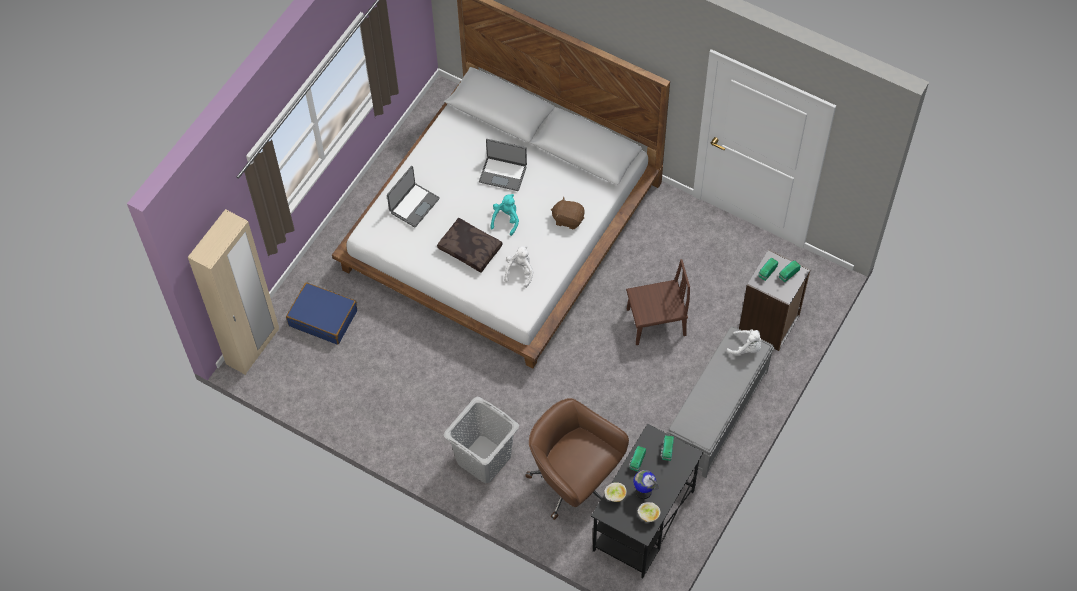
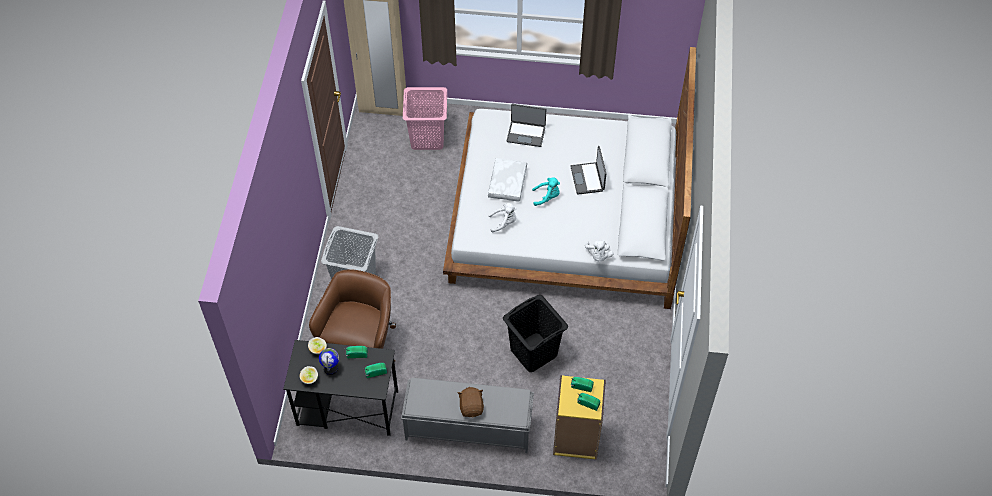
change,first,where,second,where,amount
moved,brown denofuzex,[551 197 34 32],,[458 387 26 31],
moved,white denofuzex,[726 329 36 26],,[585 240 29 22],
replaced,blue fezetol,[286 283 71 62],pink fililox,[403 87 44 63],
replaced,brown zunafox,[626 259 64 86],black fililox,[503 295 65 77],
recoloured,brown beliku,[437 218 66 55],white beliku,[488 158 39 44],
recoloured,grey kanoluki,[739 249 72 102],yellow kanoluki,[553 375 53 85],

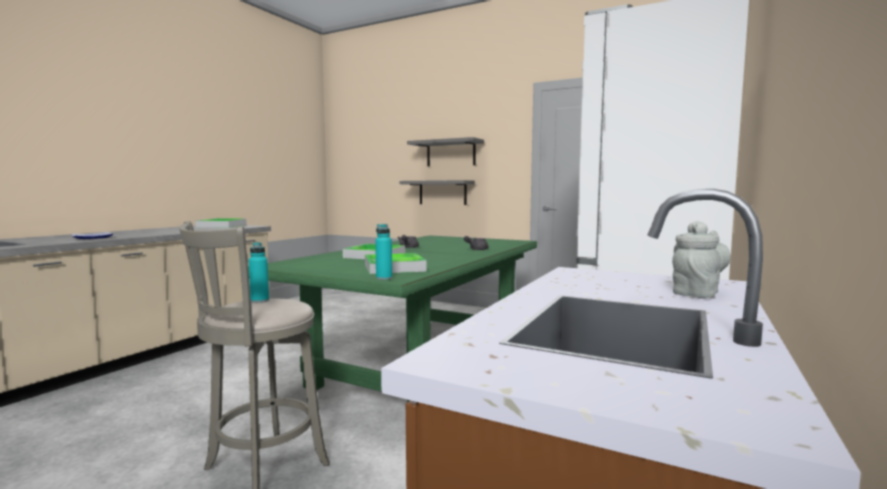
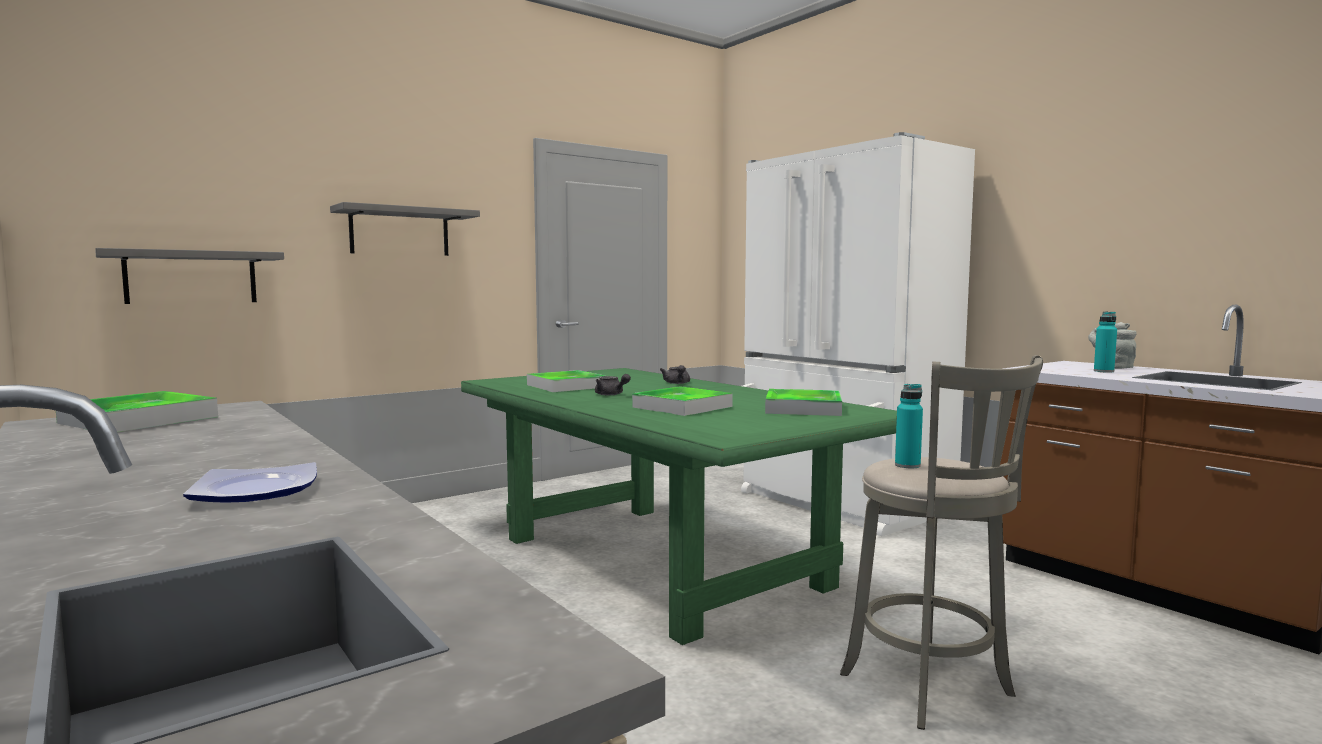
change,first,where,second,where,amount
added,,,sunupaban,[527 370 78 22],
moved,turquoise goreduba,[375 224 17 56],,[1094 311 23 62],
moved,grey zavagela,[400 180 75 25],,[95 248 189 56],

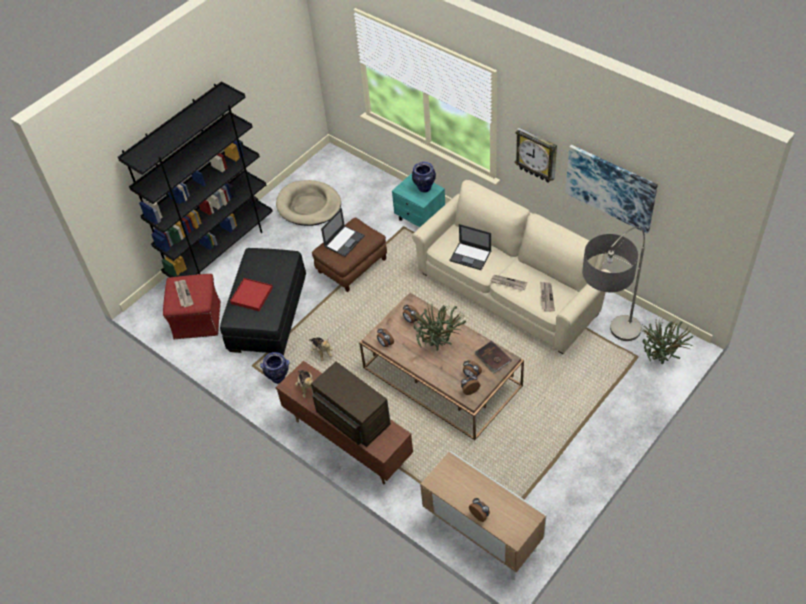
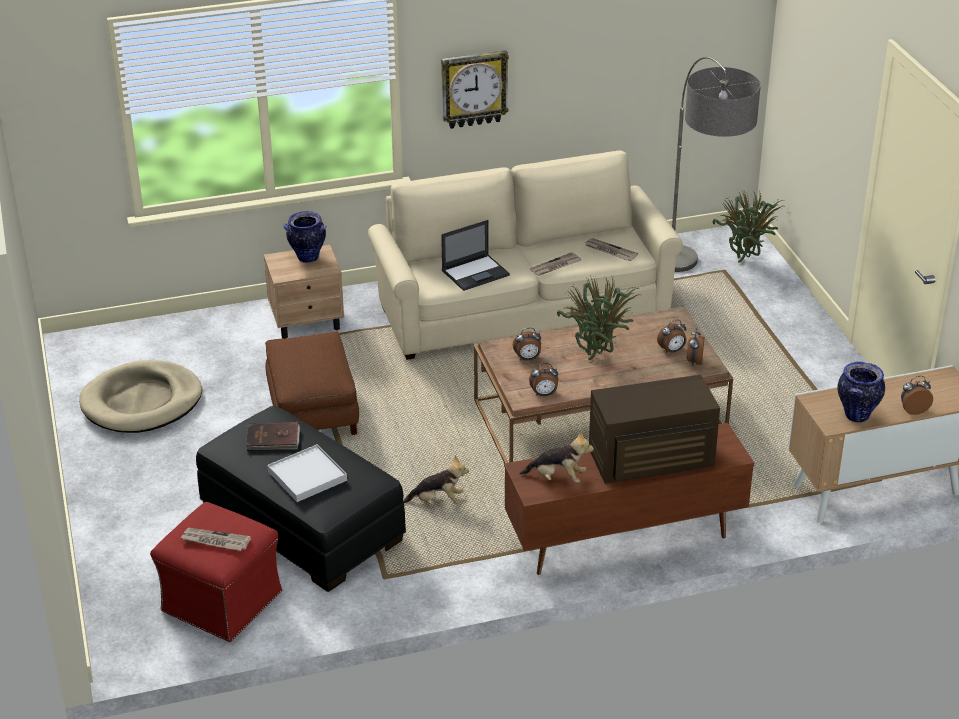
change,first,where,second,where,amount
removed,black kanoluki,[118 81 155 196],,,
removed,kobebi,[321 208 44 49],,,
removed,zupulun,[565 145 93 88],,,
moved,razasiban,[260 352 29 31],,[837 362 48 61],
moved,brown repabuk,[475 341 37 33],,[246 422 54 29],
recoloured,red sunupaban,[230 278 43 33],white sunupaban,[267 445 80 57],
recoloured,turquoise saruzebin,[392 173 53 54],beige saruzebin,[264 245 80 94],

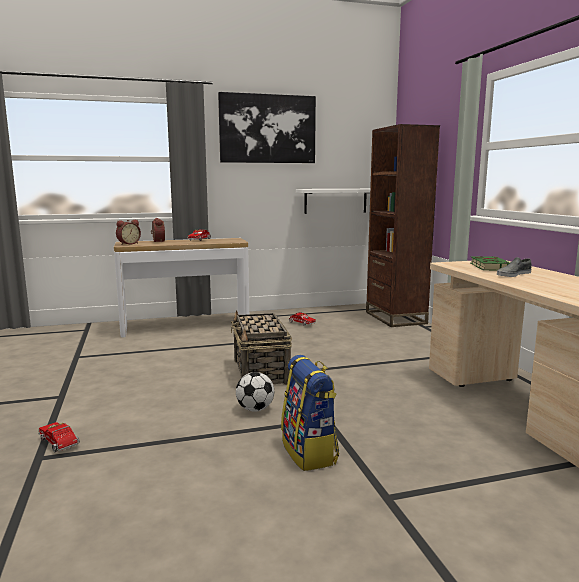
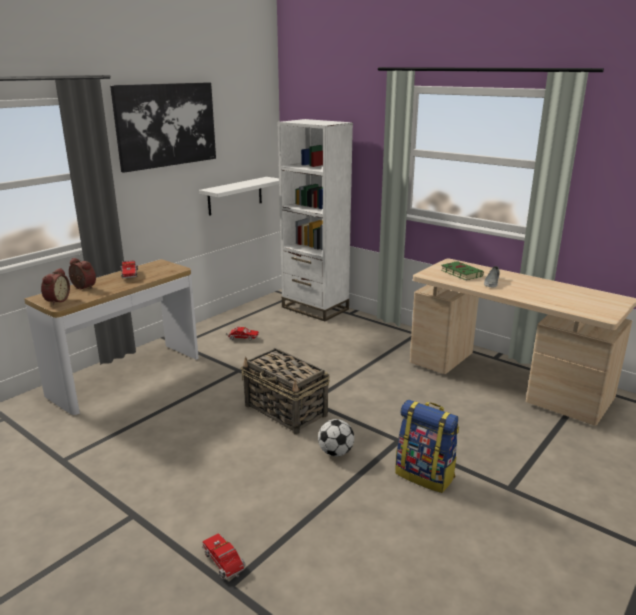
change,first,where,second,where,amount
recoloured,brown kanoluki,[366 124 74 203],white kanoluki,[278 119 75 202],
turned,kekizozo,[38 422 42 30],,[202 533 43 46],45 degrees clockwise

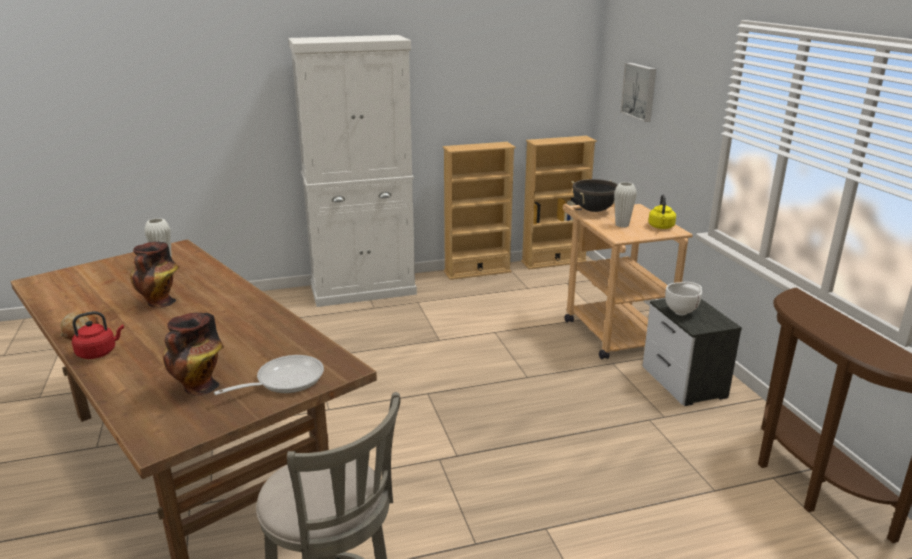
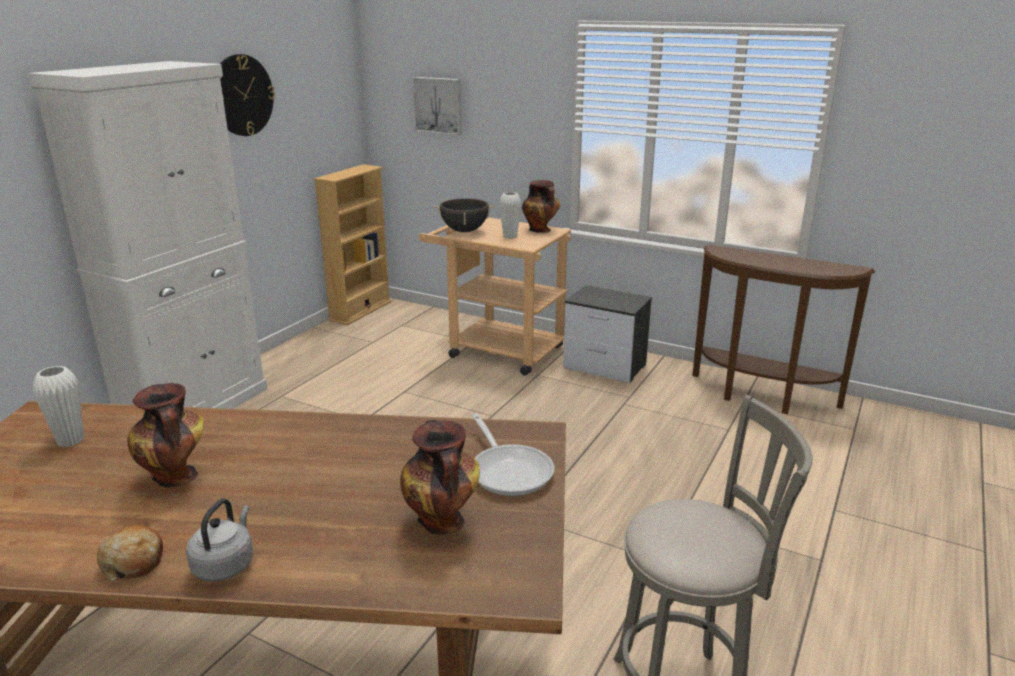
change,first,where,second,where,amount
removed,beige kanoluki,[443 142 73 138],,,
removed,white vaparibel,[665 282 37 34],,,
added,,,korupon,[220 54 55 82],
replaced,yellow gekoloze,[648 194 28 35],razasiban,[522 180 38 53],
recoloured,red gekoloze,[72 311 52 48],grey gekoloze,[186 499 67 82],
turned,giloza,[214 355 110 40],,[472 414 82 82],150 degrees clockwise

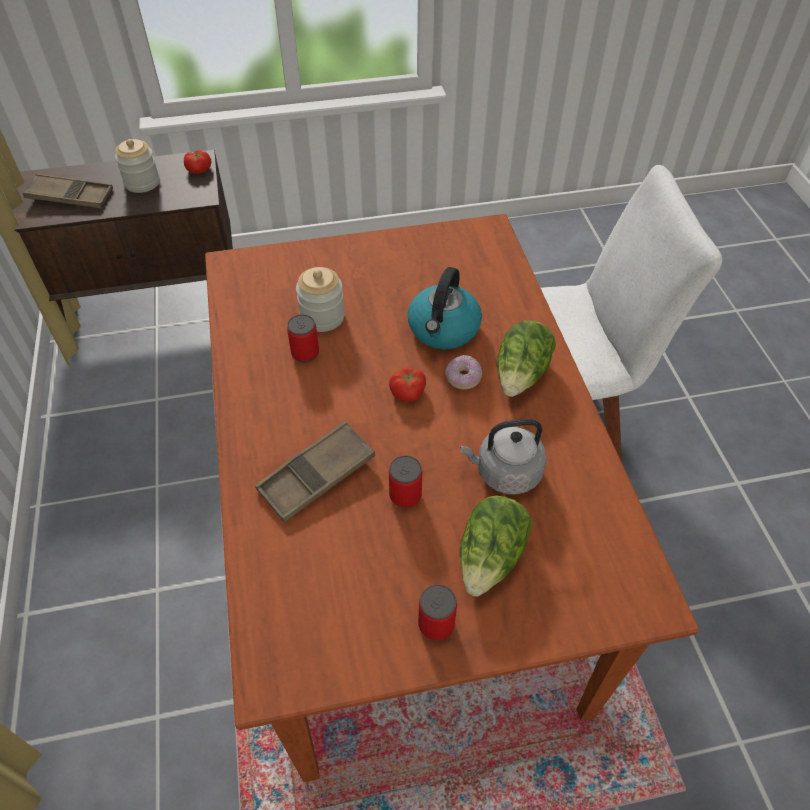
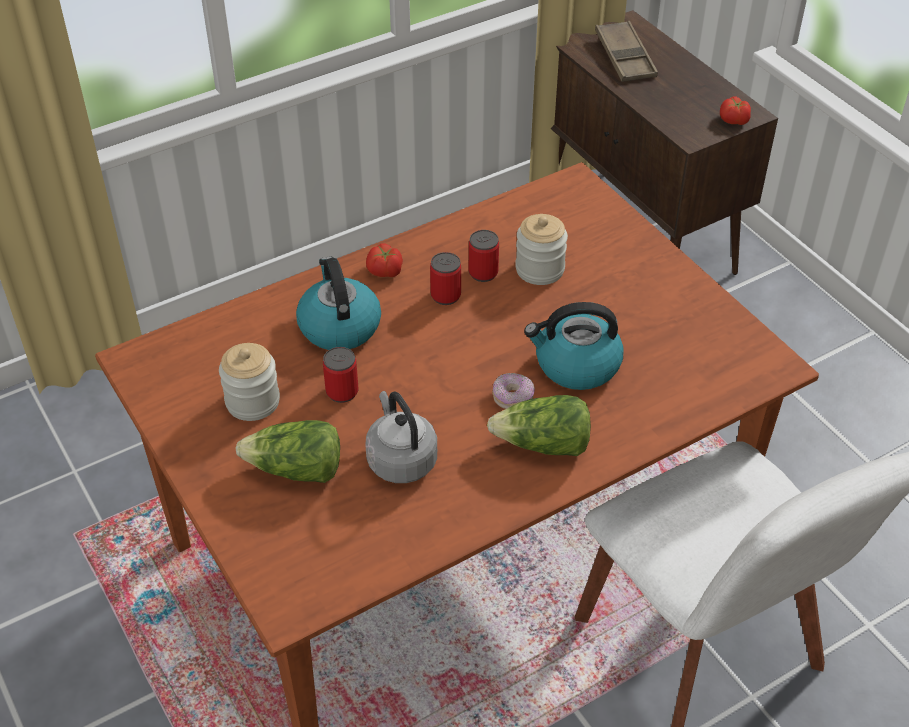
change,first,where,second,where,amount
moved,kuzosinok,[115 139 45 54],,[219 343 61 78],
moved,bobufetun,[389 367 37 35],,[366 243 37 34],
moved,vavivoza,[418 584 39 56],,[430 252 31 53],
replaced,brown sunupaban,[255 421 120 101],gekoloze,[296 257 85 93],

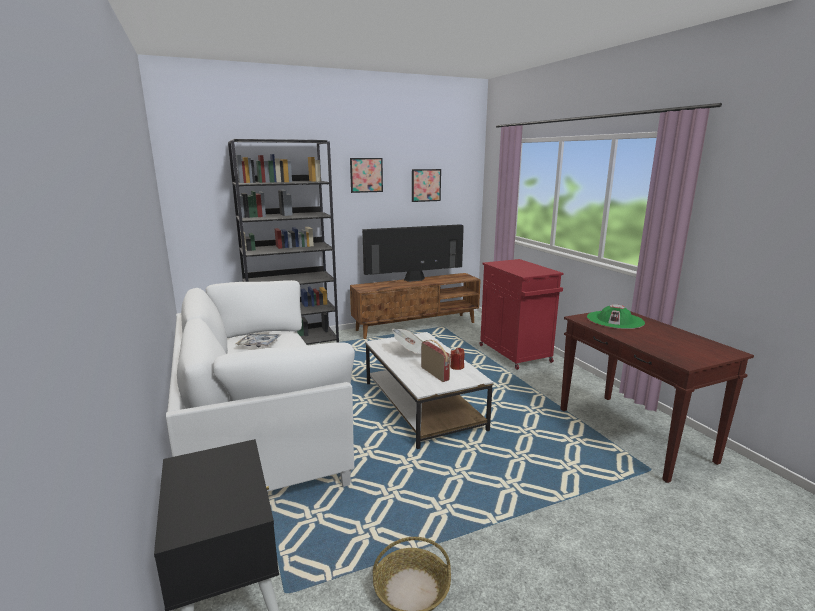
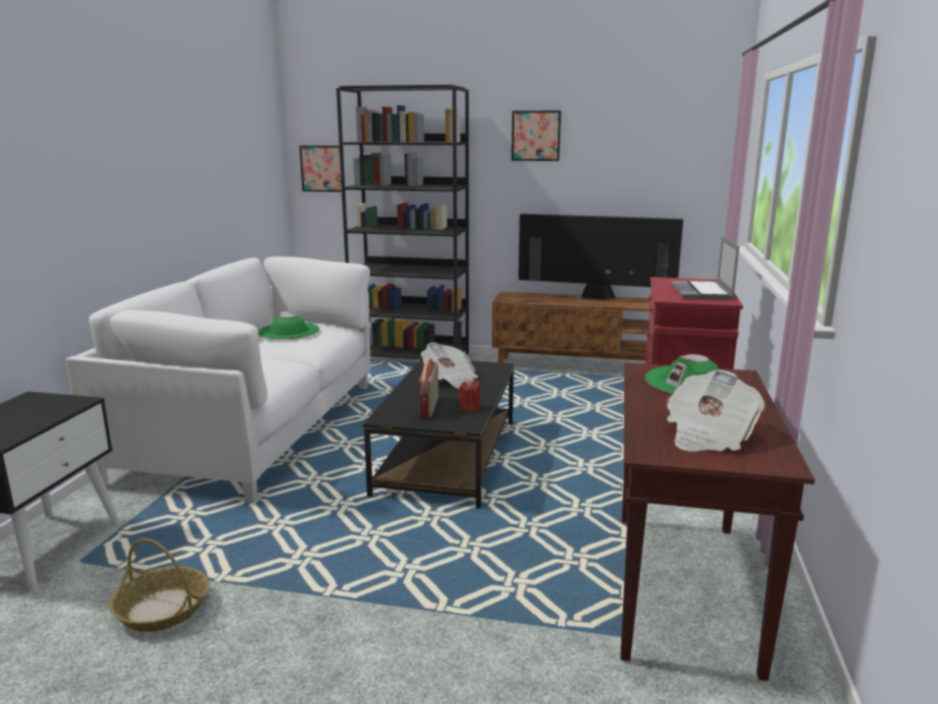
change,first,where,second,where,amount
added,,,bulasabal,[666 370 99 81],
added,,,kobebi,[671 236 68 64],
moved,zupulun,[412 169 29 33],,[299 146 43 46],
replaced,sunupaban,[236 333 45 14],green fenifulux,[258 311 62 29],
recoloured,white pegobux,[365 332 128 117],black pegobux,[363 358 151 150],

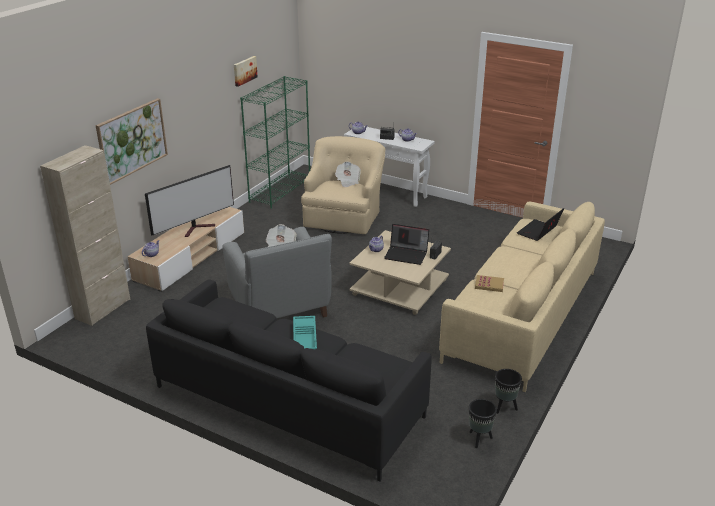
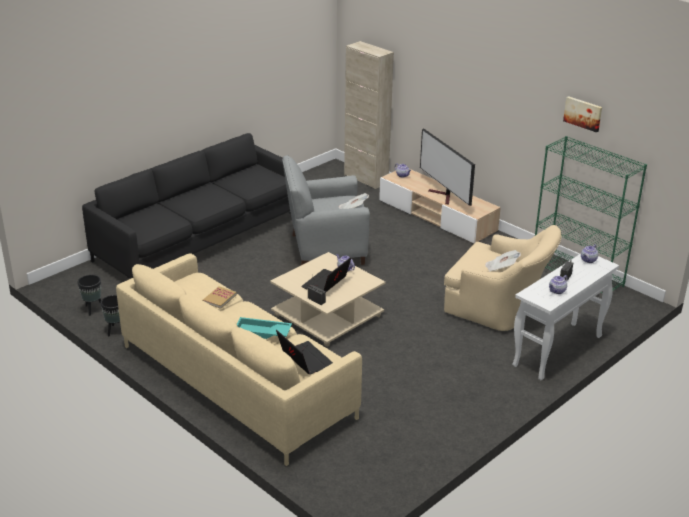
change,first,where,second,where,amount
removed,zupulun,[96 98 72 87],,,
moved,turquoise sunupaban,[293 316 24 34],,[237 317 55 22],

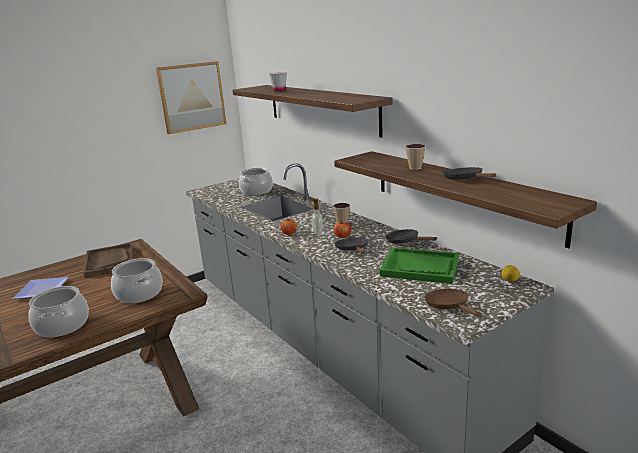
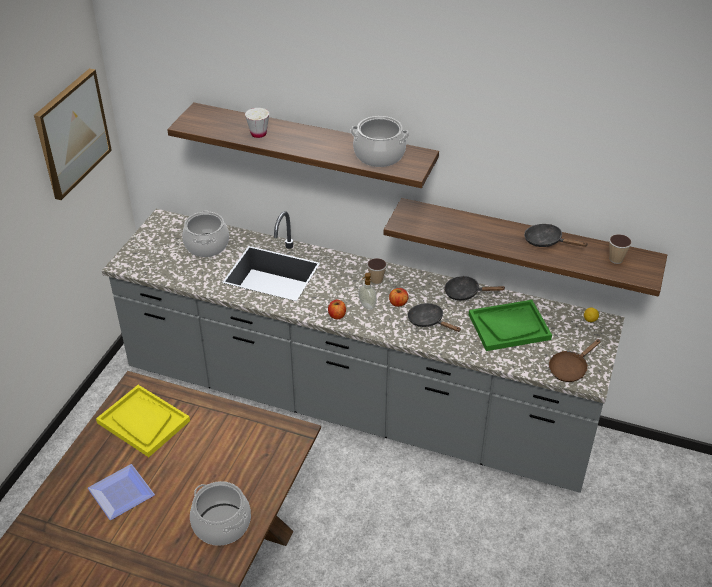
change,first,where,second,where,amount
moved,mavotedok,[111 258 52 45],,[350 116 60 51],
moved,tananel,[405 144 21 26],,[609 234 23 30],
recoloured,brown sunupaban,[84 243 50 35],yellow sunupaban,[96 385 94 72],
turned,brown giloza,[424 289 57 28],,[549 339 52 43],75 degrees counterclockwise

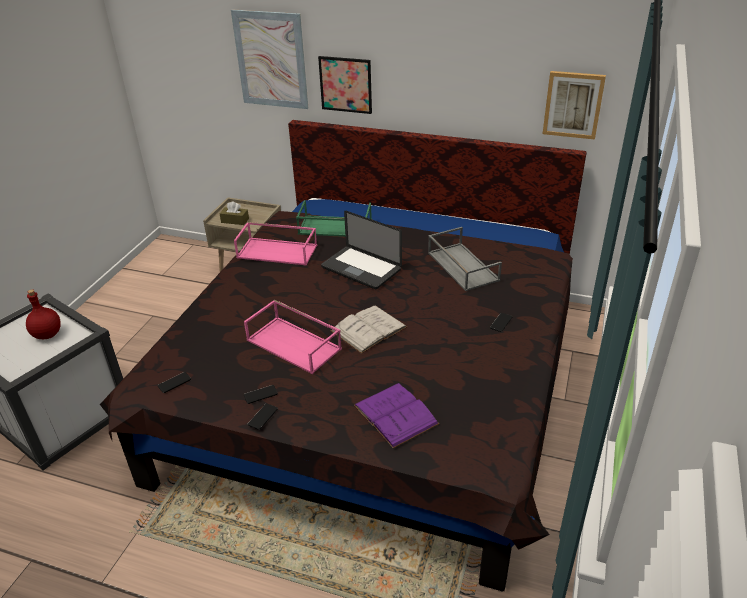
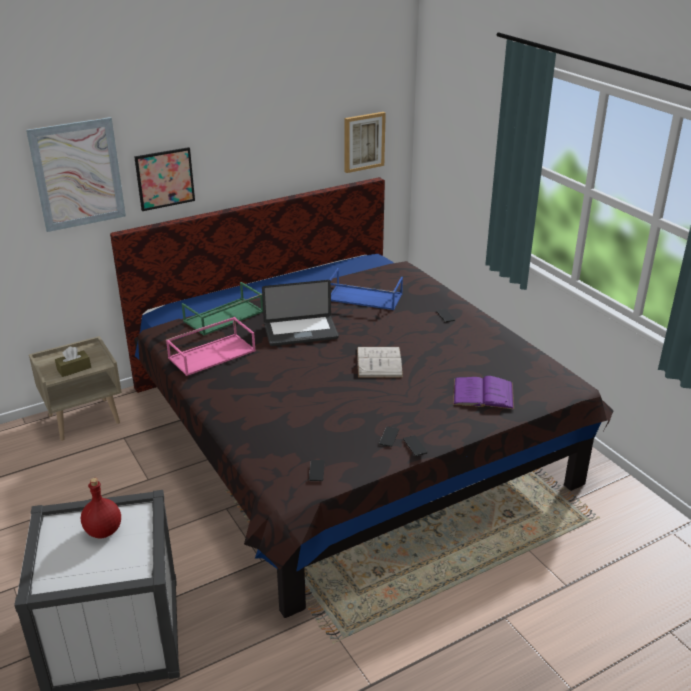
change,first,where,second,where,amount
removed,pink sunupaban,[244 299 98 75],,,
recoloured,grey sunupaban,[428 227 74 64],blue sunupaban,[329 268 74 42],

